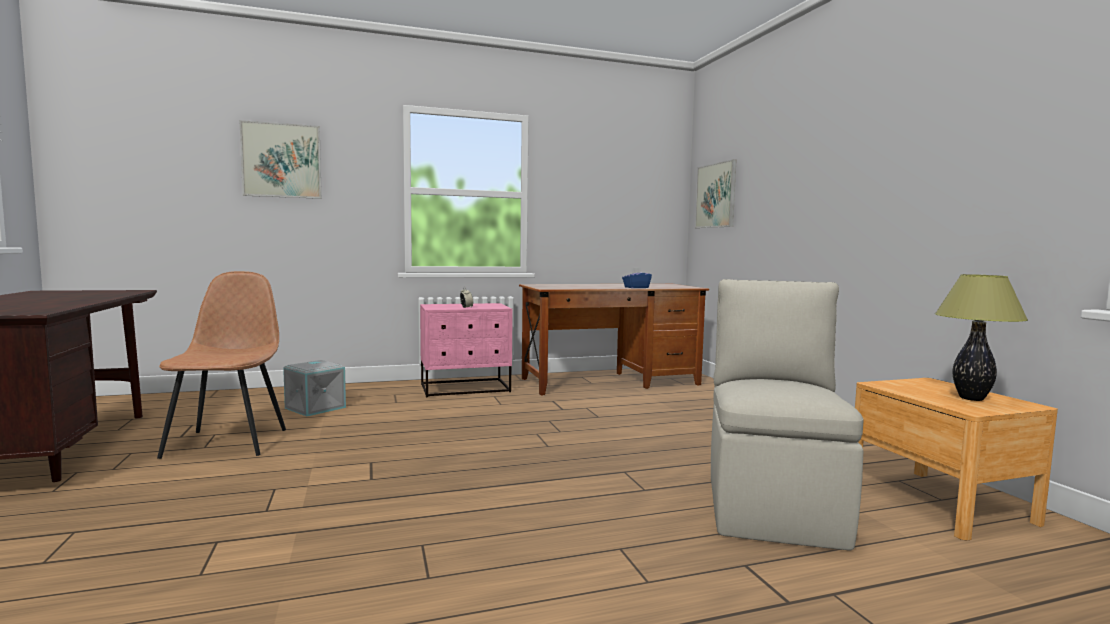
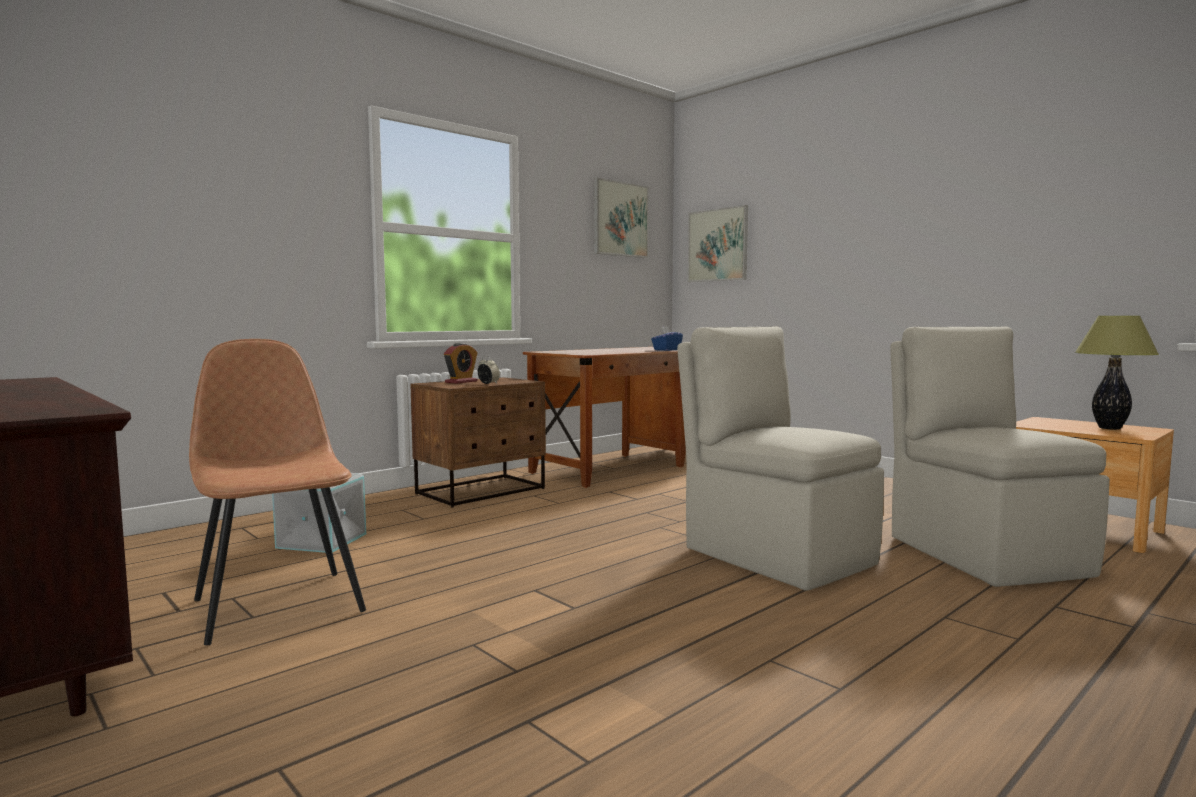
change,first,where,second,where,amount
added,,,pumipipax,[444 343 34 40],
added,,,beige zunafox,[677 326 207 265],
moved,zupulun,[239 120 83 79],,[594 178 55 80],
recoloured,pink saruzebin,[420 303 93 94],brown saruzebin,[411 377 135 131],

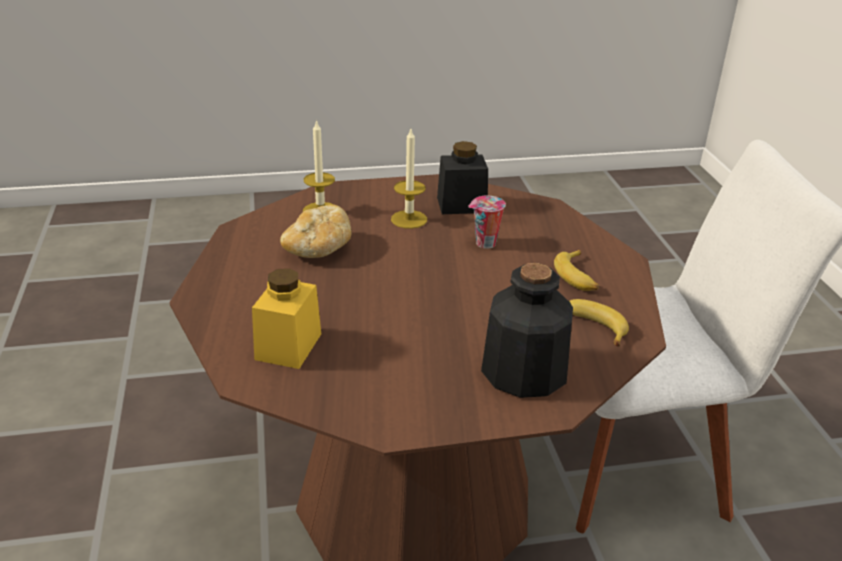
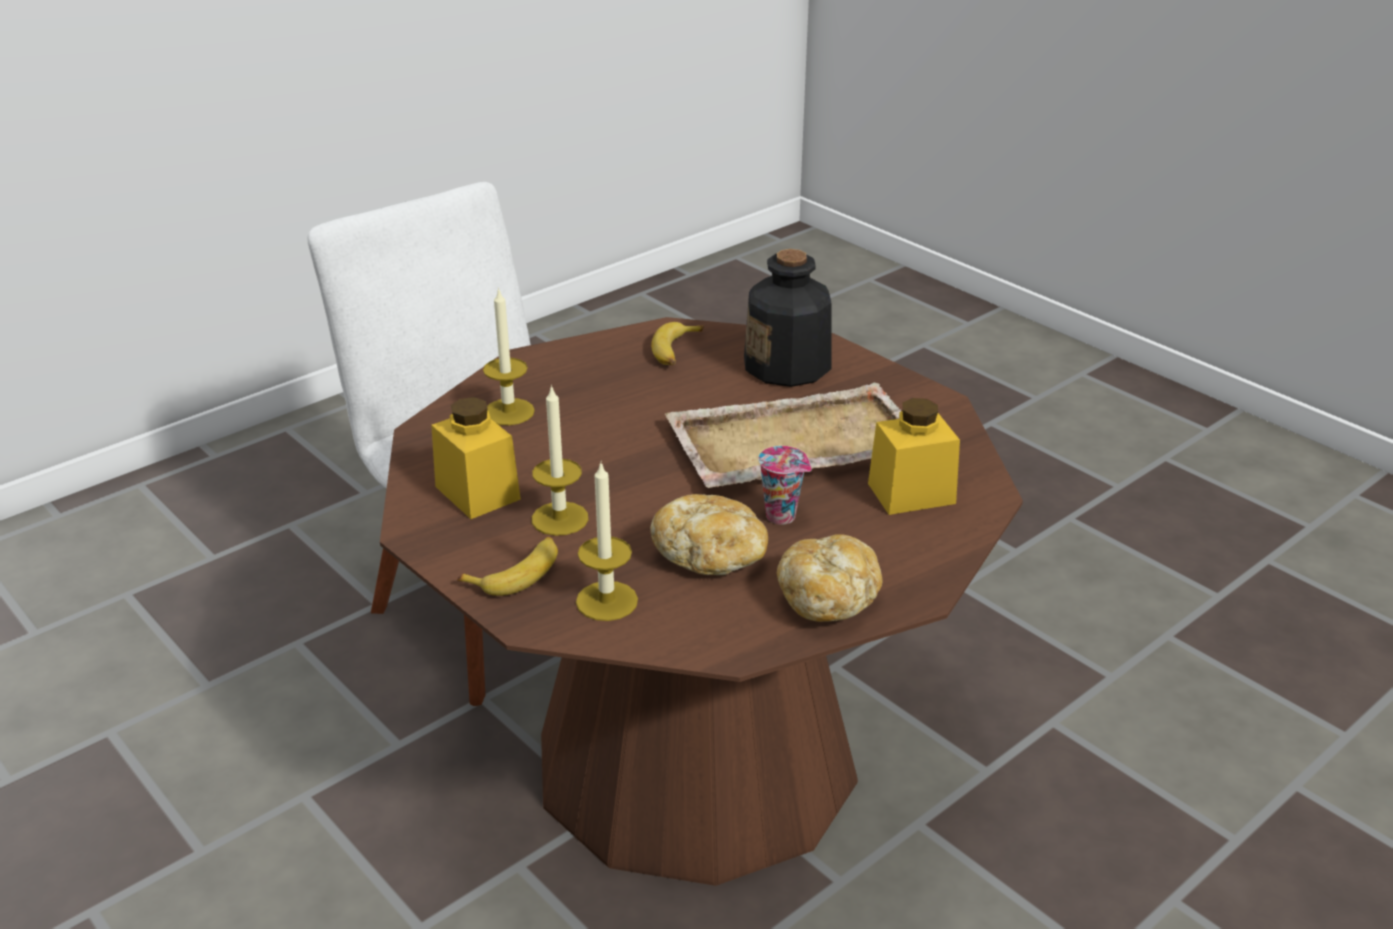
change,first,where,second,where,amount
added,,,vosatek,[483 287 52 138],
added,,,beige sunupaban,[665 383 236 105],
added,,,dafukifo,[777 534 105 88],
moved,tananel,[468 196 38 53],,[758 446 53 79],
moved,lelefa,[554 250 45 41],,[457 537 101 59],
recoloured,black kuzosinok,[437 141 51 73],yellow kuzosinok,[431 397 90 122],

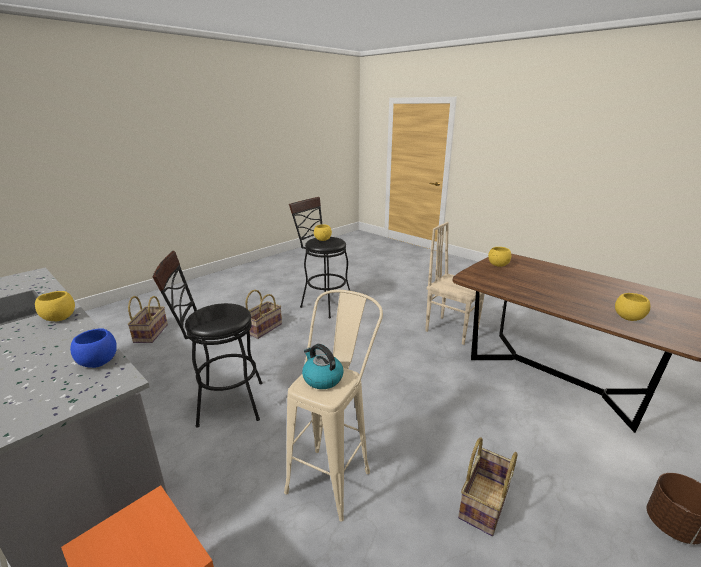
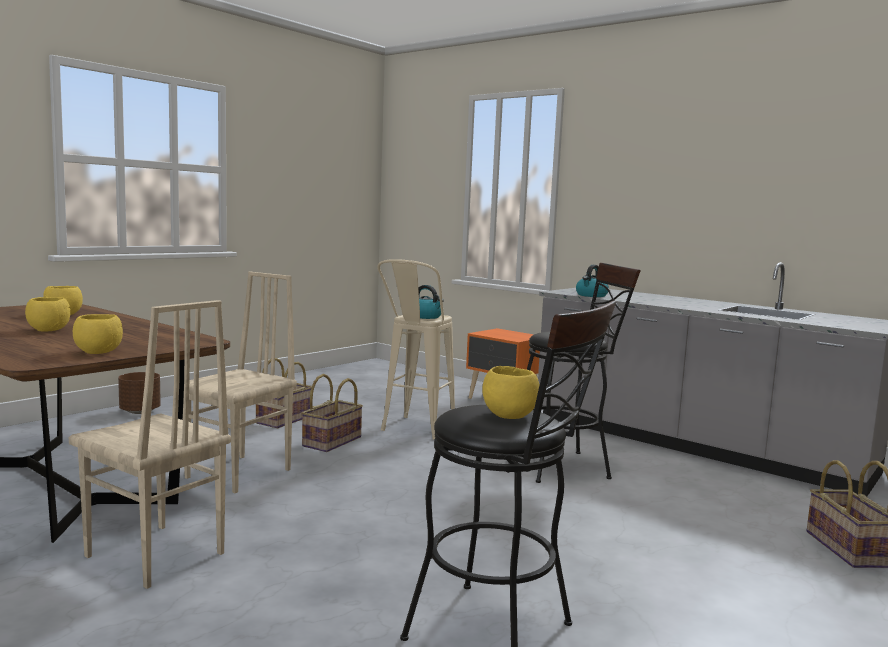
change,first,where,second,where,amount
added,,,beige zunafox,[183 272 114 221],
moved,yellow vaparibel,[35 291 40 30],,[25 297 45 35],
moved,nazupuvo,[245 290 37 49],,[301 374 62 78],
replaced,blue vaparibel,[70 328 47 40],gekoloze,[576 265 33 32],

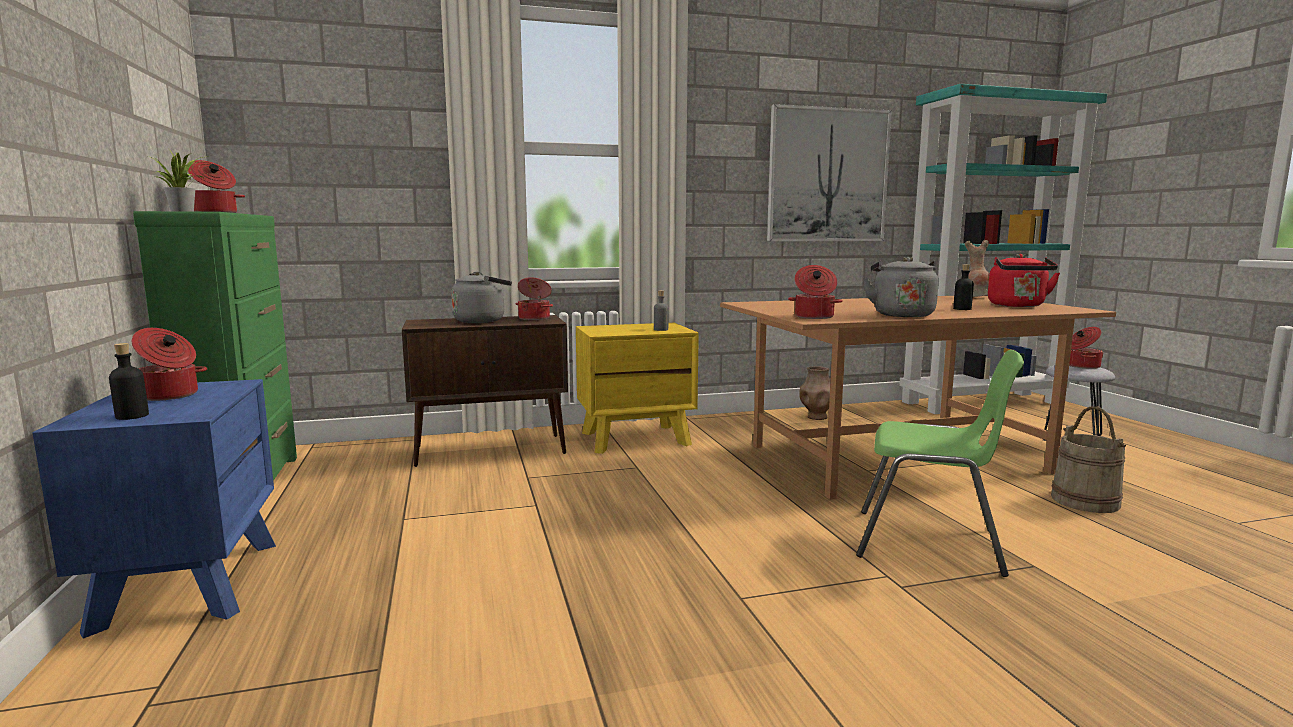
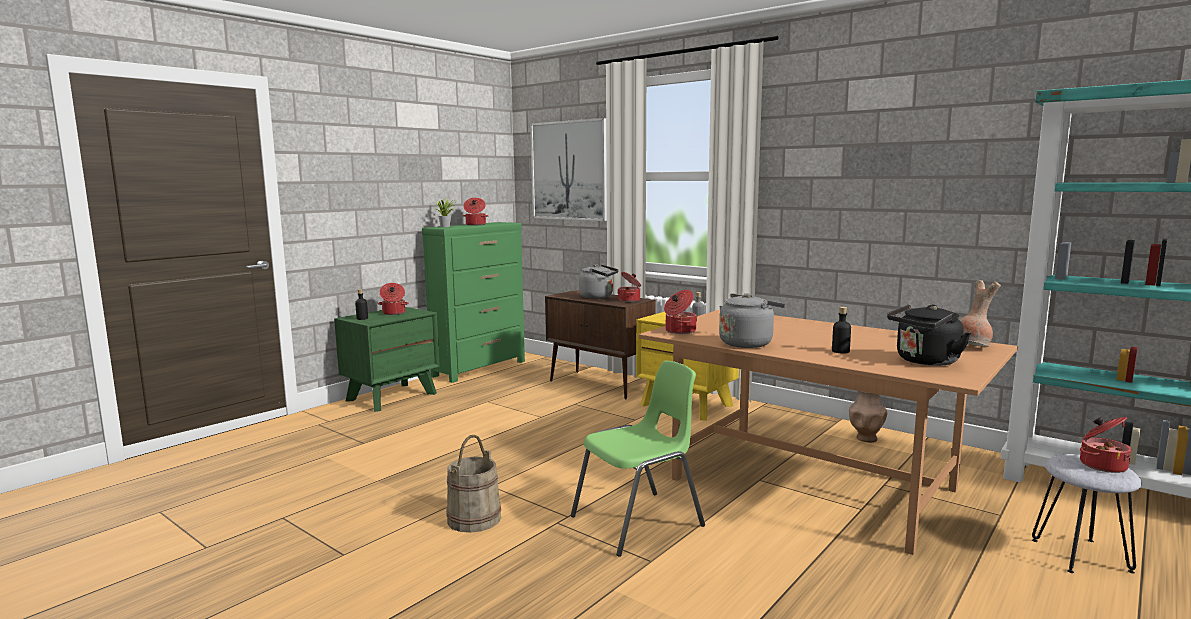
change,first,where,second,where,amount
moved,zupulun,[767 104 125 138],,[530 118 77 103],
moved,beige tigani,[1051 406 75 107],,[446 435 55 98],
recoloured,blue saruzebin,[33 379 243 260],green saruzebin,[334 307 106 105],
recoloured,red gekoloze,[988 254 72 53],black gekoloze,[887 304 84 62],
turned,green zunafox,[856 350 168 227],,[571 361 134 196],105 degrees counterclockwise

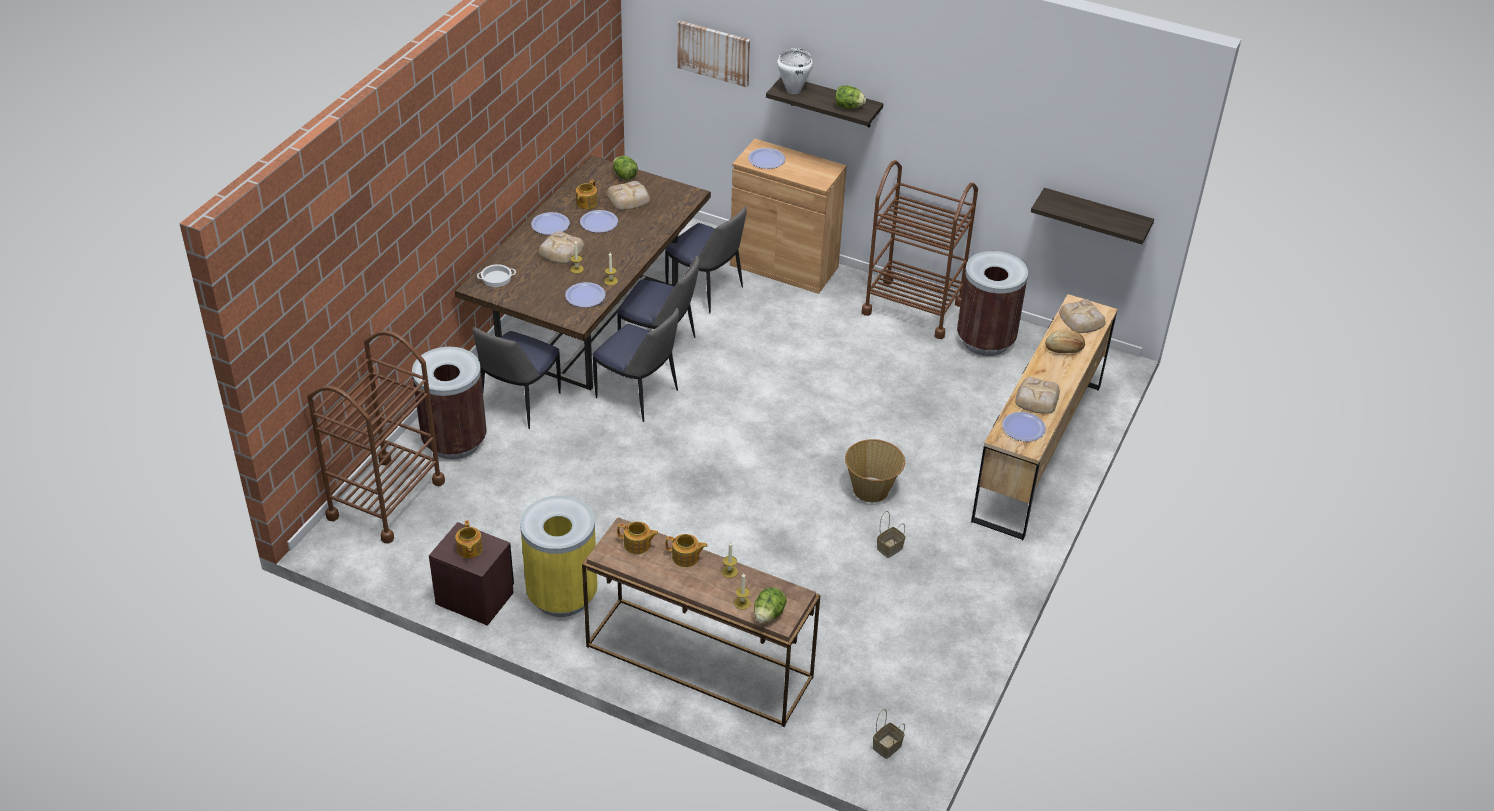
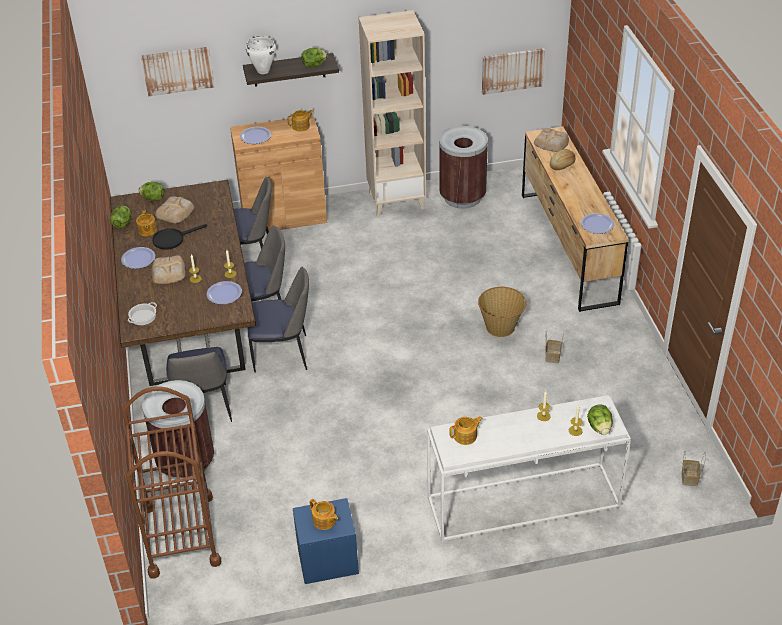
change,first,where,second,where,amount
removed,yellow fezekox,[520 495 78 122],,,
removed,dafukifo,[1015 377 45 37],,,
added,,,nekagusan,[110 206 21 22],
moved,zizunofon,[666 534 42 33],,[288 110 25 22],
replaced,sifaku,[580 210 38 23],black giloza,[152 224 55 26],
replaced,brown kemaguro,[861 160 117 179],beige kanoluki,[359 10 67 206],
replaced,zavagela,[1031 188 123 56],zupulun,[482 48 63 47],
recoloured,brown saruzebin,[429 522 85 104],blue saruzebin,[293 498 66 86],
recoloured,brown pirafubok,[582 517 239 210],white pirafubok,[427 395 204 147],

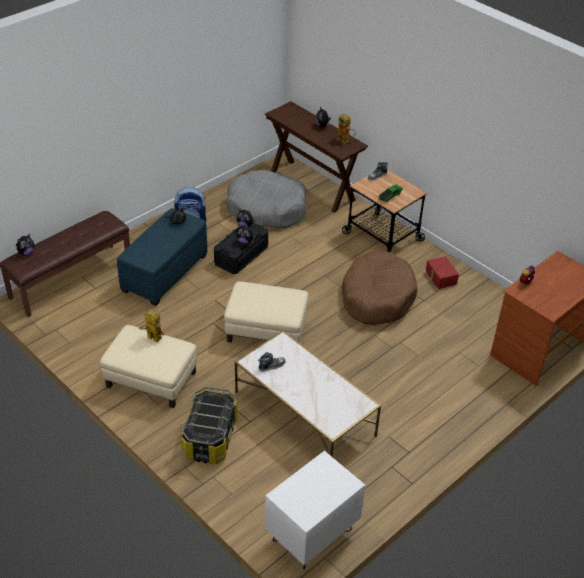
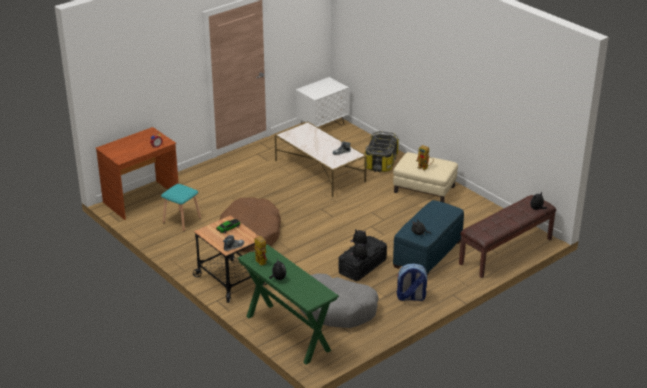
change,first,where,second,where,amount
removed,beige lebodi,[224 281 85 61],,,
removed,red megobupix,[426 256 33 33],,,
added,,,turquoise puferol,[161 184 40 47],
recoloured,brown pirafubok,[265 101 103 112],green pirafubok,[237 244 102 121],

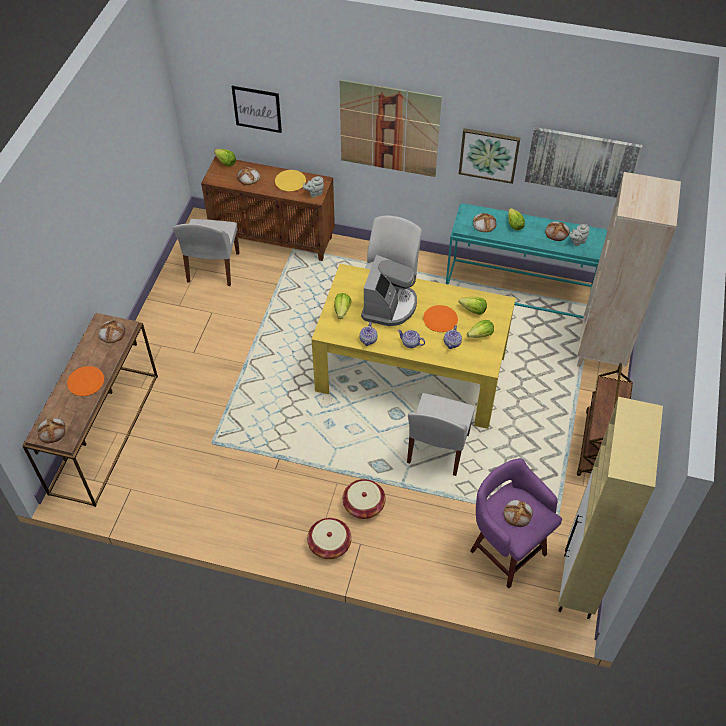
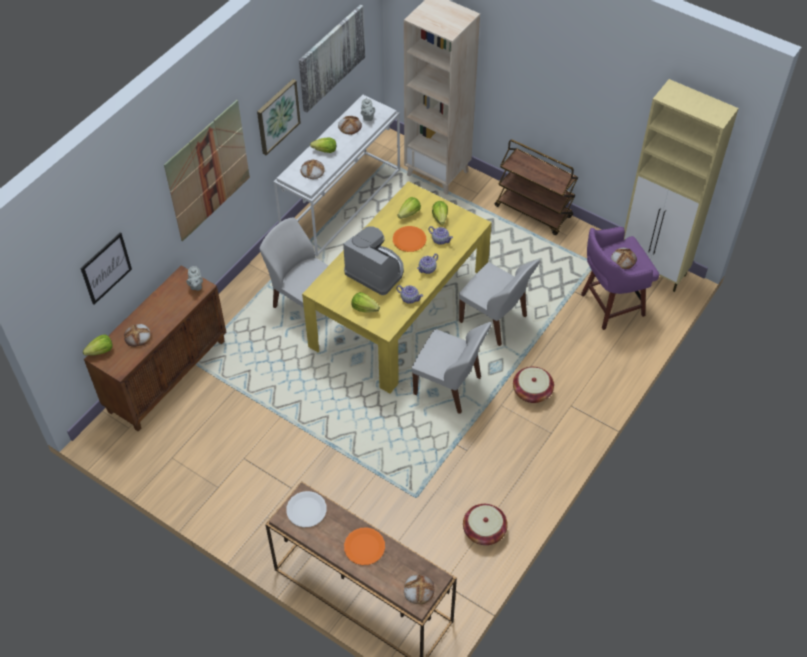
change,first,where,second,where,amount
removed,yellow sifaku,[275 170 31 21],,,
moved,white zunafox,[173 219 67 67],,[412 322 80 92],
moved,nazupuvo,[307 518 45 41],,[463 504 45 41],
replaced,dafukifo,[99 320 26 23],white sifaku,[286 491 41 36],
recoloured,turquoise pirafubok,[446 203 161 115],white pirafubok,[273 95 127 161],

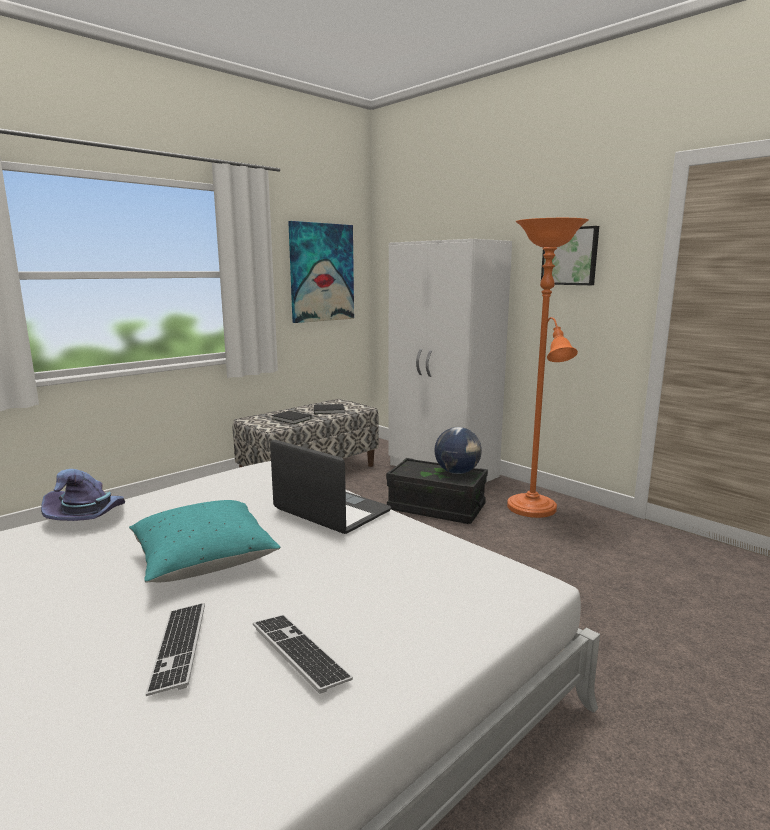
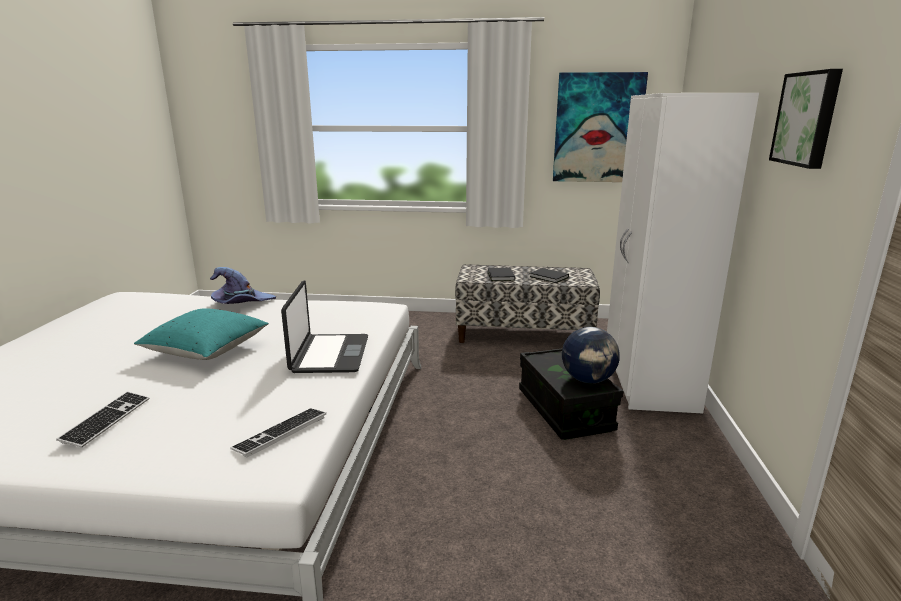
change,first,where,second,where,amount
removed,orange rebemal,[507 218 82 300],,,
moved,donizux,[145 603 60 93],,[230 408 96 49],

